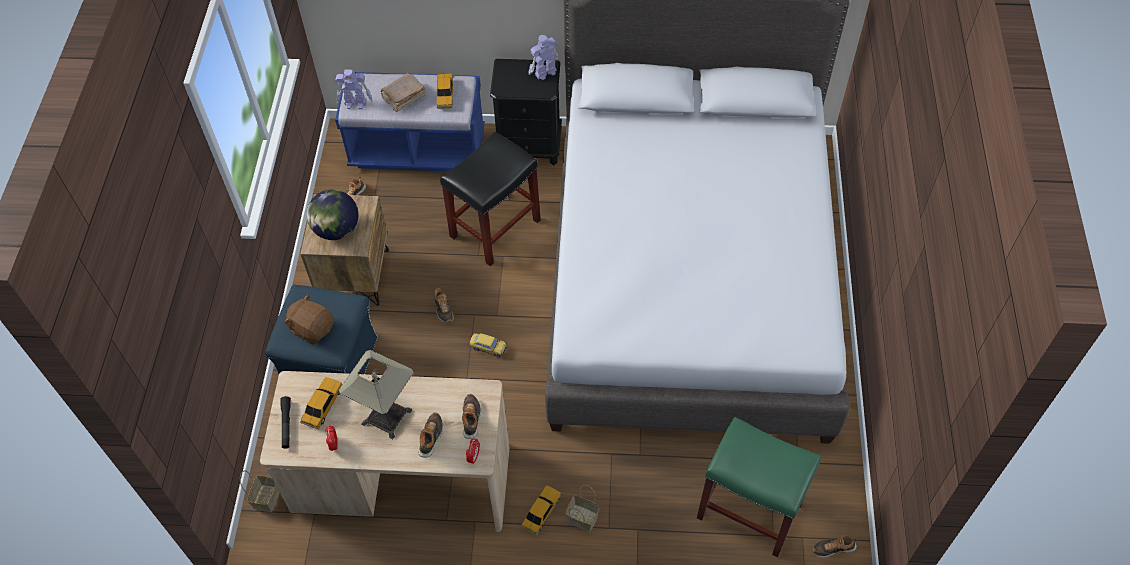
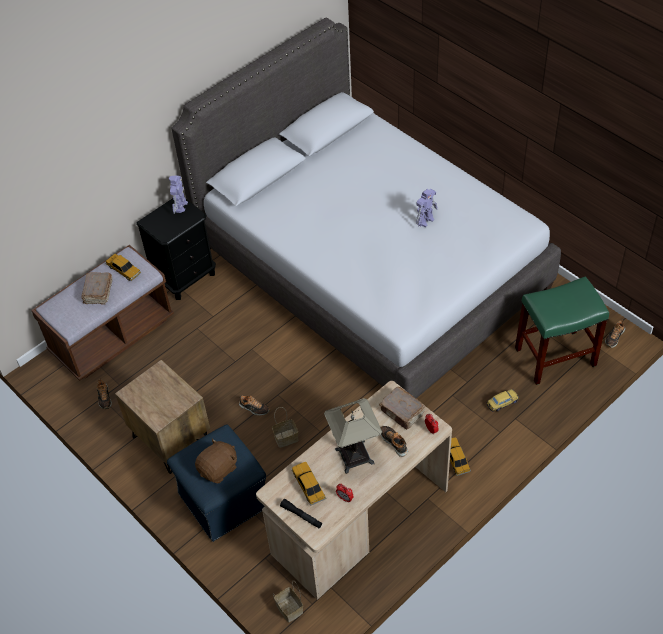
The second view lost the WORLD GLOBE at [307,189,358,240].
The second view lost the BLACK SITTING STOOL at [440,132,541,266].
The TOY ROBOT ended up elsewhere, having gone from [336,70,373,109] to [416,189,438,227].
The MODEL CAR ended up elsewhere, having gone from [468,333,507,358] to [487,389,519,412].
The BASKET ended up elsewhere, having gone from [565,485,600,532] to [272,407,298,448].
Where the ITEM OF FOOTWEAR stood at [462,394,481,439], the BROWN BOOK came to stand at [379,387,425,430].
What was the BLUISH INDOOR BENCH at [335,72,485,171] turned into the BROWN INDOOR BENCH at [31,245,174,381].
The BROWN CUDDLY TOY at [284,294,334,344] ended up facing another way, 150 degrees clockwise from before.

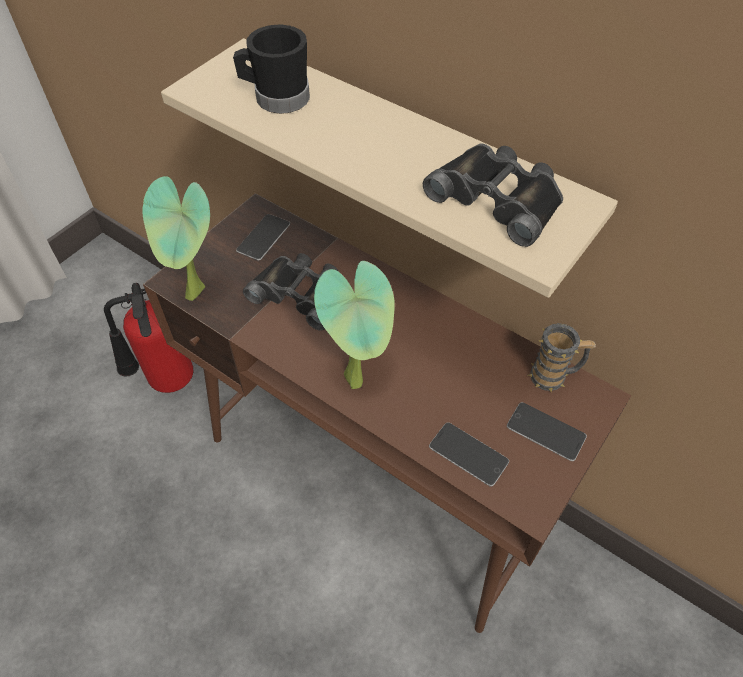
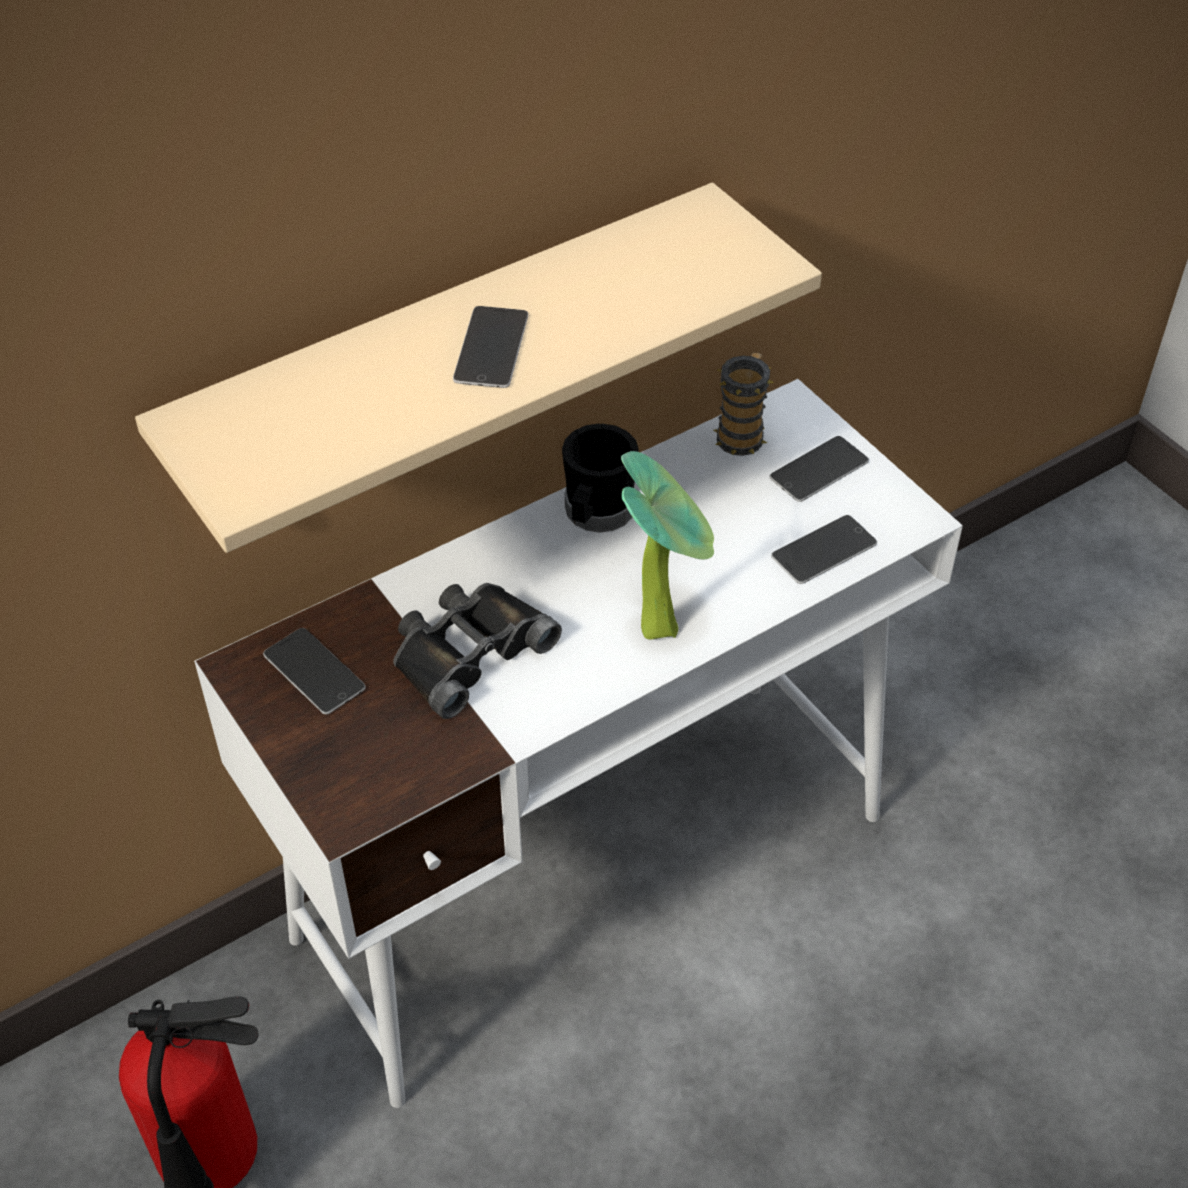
The second view lost the HOUSEPLANT at [142,176,210,301].
The second view lost the BLACK BINOCULARS at [423,143,563,247].
The second view gained the PHONE at [453,306,528,388].
The BLACK COFFEE MUG ended up elsewhere, having gone from [233,24,310,114] to [562,424,639,533].
What was the BROWN DESK at [143,193,632,633] turned into the WHITE DESK at [194,379,963,1108].

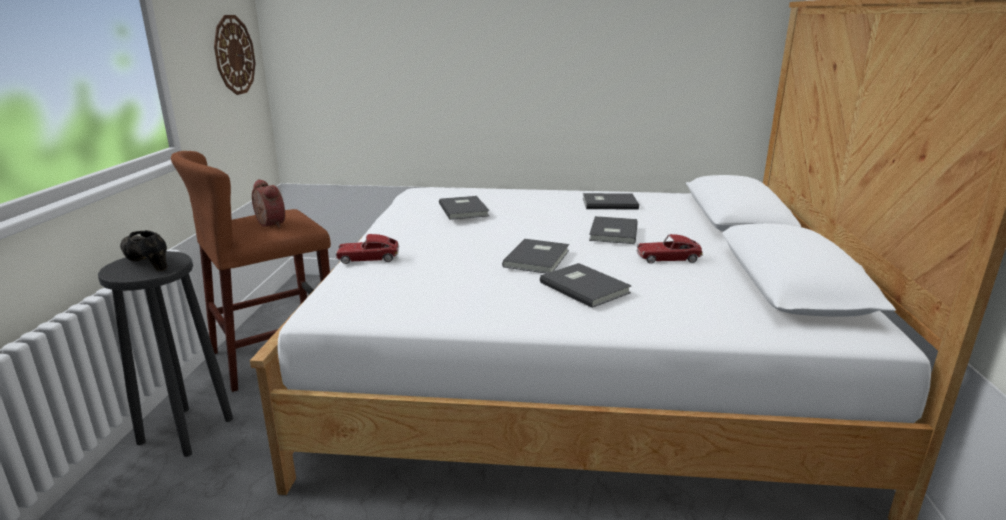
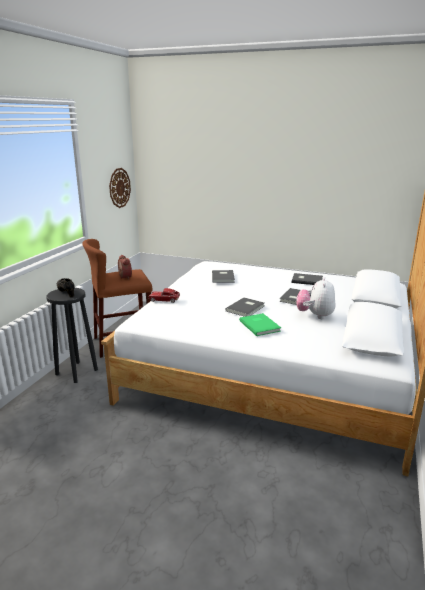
Where the MODEL CAR stood at [636,234,703,263], the CUDDLY TOY came to stand at [296,277,335,319].
What was the GREY BOOK at [540,263,632,308] turned into the GREEN BOOK at [239,313,281,336].

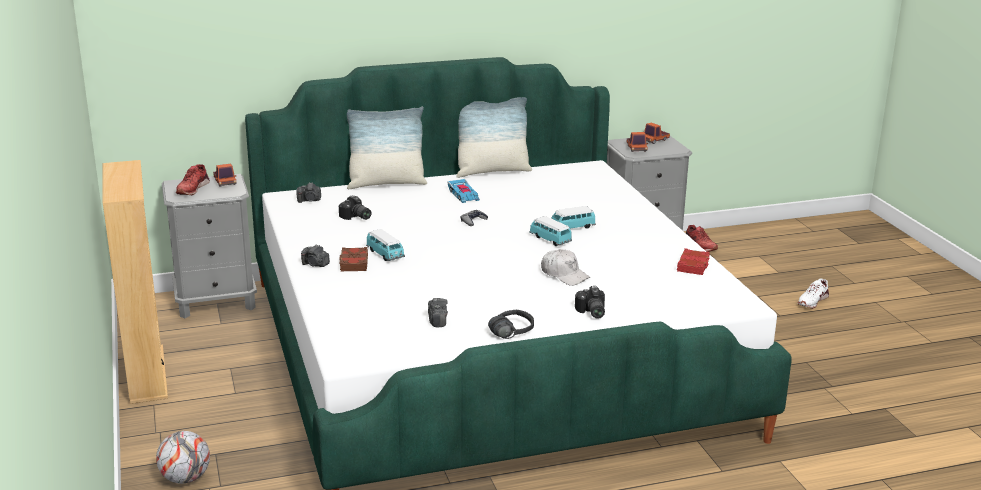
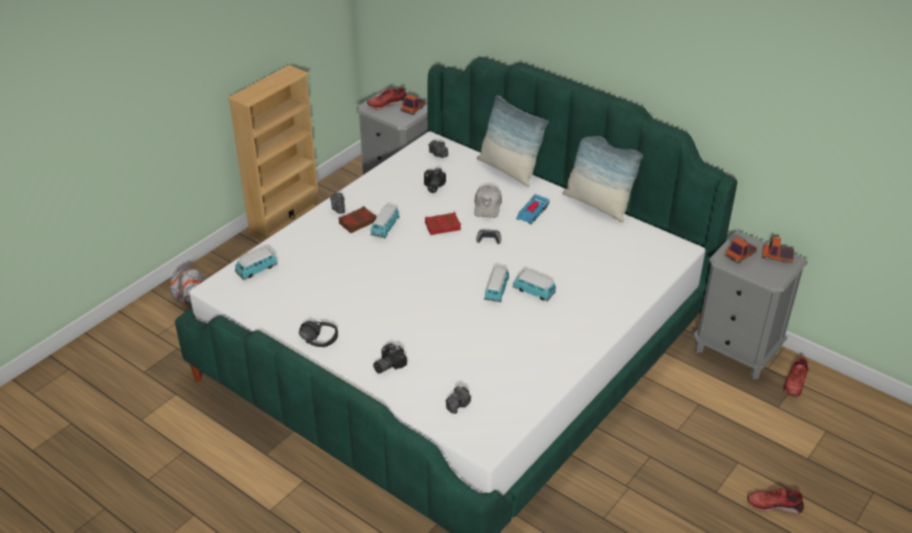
The second view gained the MODEL CAR at [235,248,278,280].
The PHOTO CAMERA ended up elsewhere, having gone from [428,298,448,327] to [446,386,471,414].
The WHITE PEAKED CAP ended up elsewhere, having gone from [541,249,590,286] to [474,185,502,218].
The RED-COLOURED BOOK ended up elsewhere, having gone from [677,248,710,275] to [425,212,461,235].
What was the WHITE ITEM OF FOOTWEAR at [798,279,829,309] turned into the RED-COLOURED ITEM OF FOOTWEAR at [747,488,804,514].

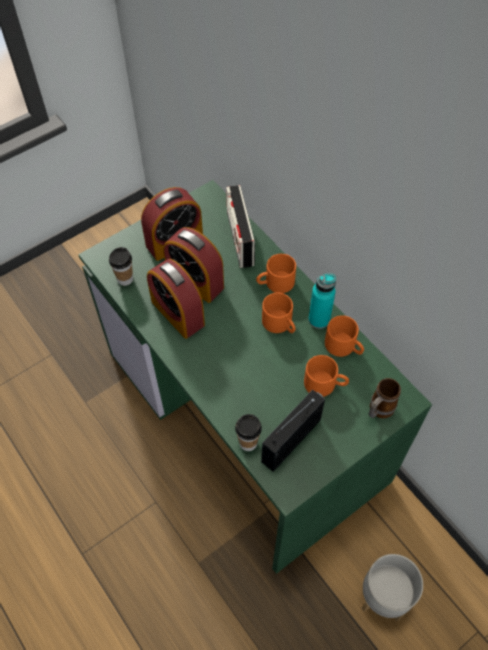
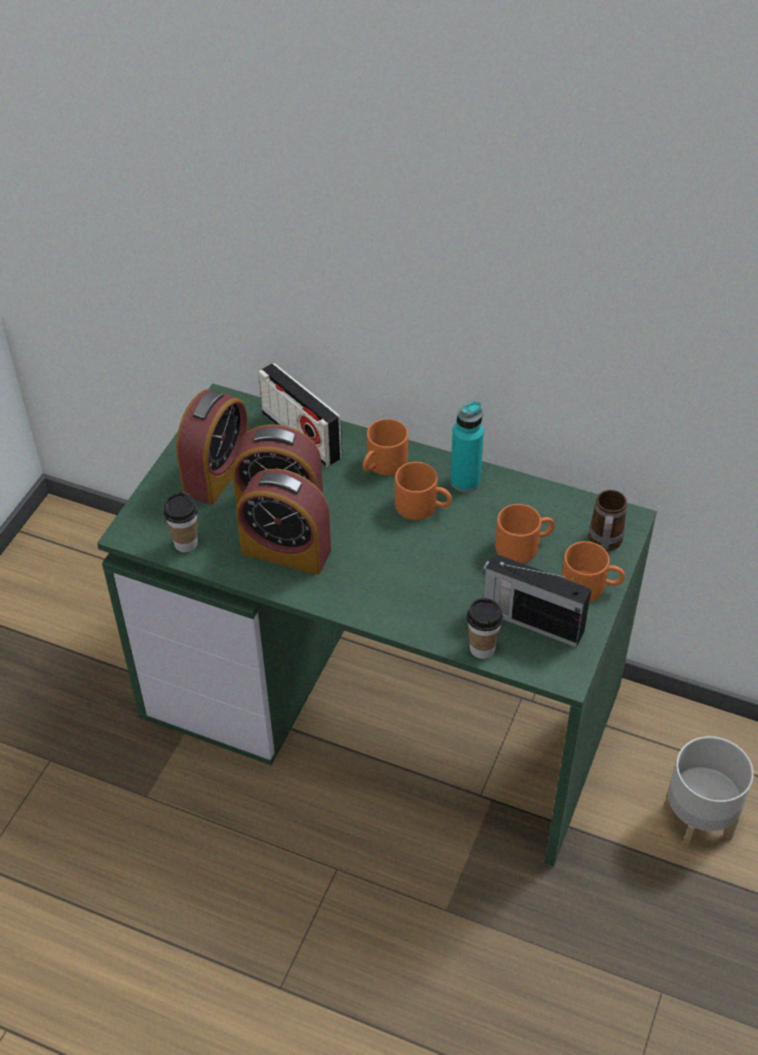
The ORANGE COFFEE MUG ended up elsewhere, having gone from [325,316,364,357] to [561,541,625,602].
The RADIO RECEIVER at [261,390,325,472] ended up facing another way, 75 degrees counterclockwise from before.

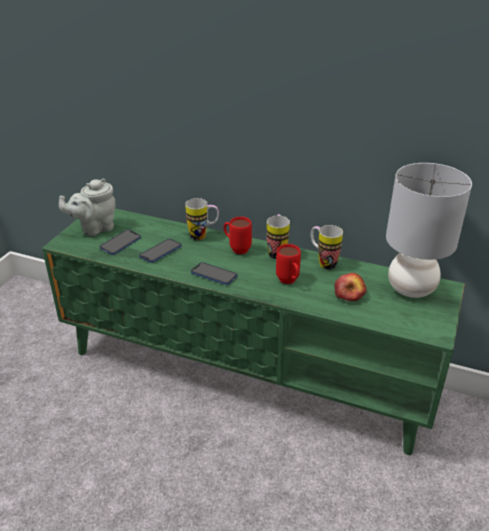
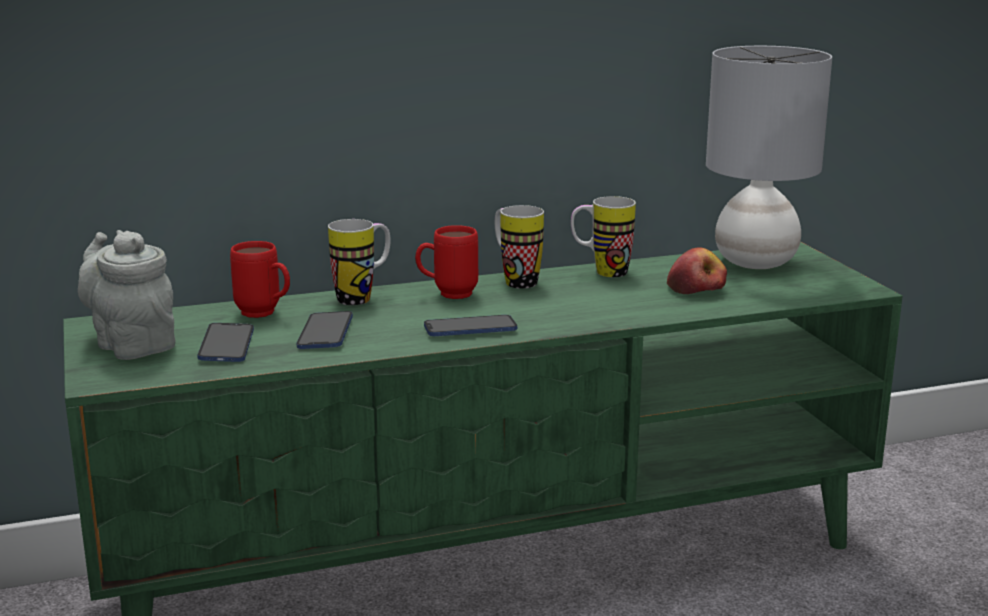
The RED-COLOURED COFFEE MUG ended up elsewhere, having gone from [276,244,301,284] to [230,241,290,318].
The GREY TEA POT at [59,178,115,236] ended up facing another way, 120 degrees clockwise from before.

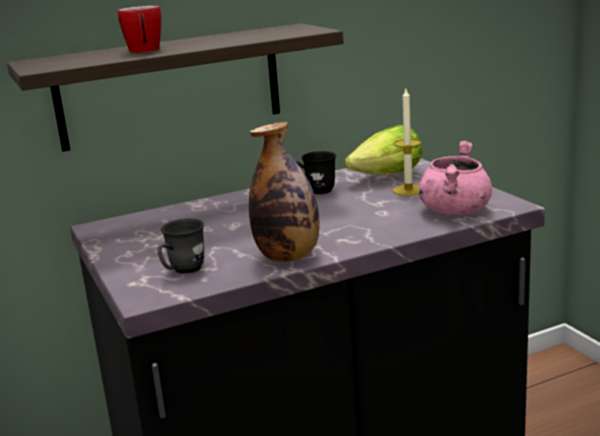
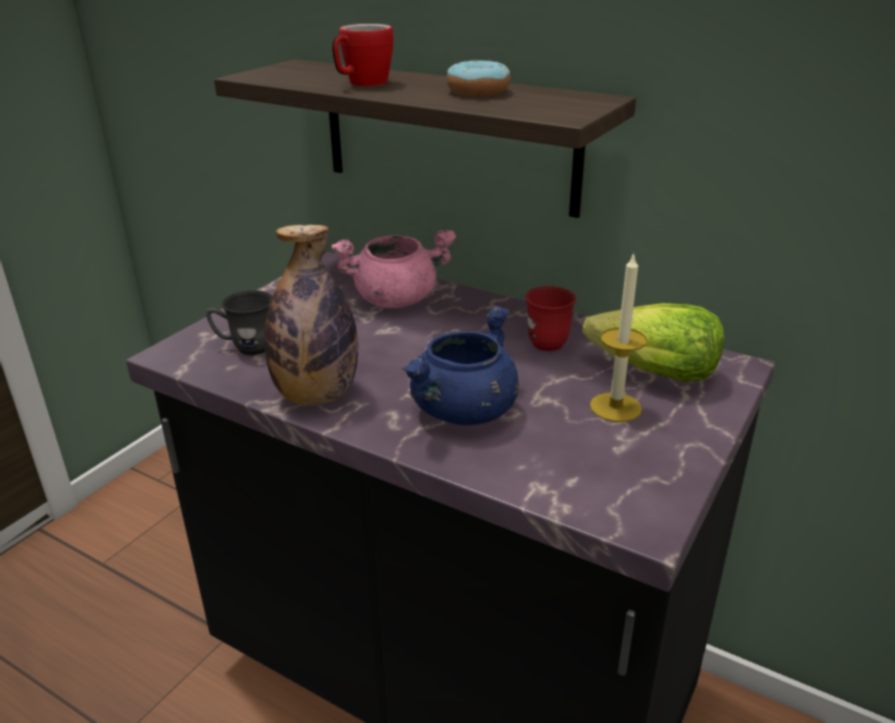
The second view gained the BLUISH STOCKPOT at [402,305,519,425].
The second view gained the DOUGHNUT at [446,60,511,97].
The PINKISH STOCKPOT ended up elsewhere, having gone from [419,141,492,215] to [332,230,456,308].
What was the BLACK COFFEE MUG at [295,151,336,194] turned into the RED-COLOURED COFFEE MUG at [525,286,576,351].

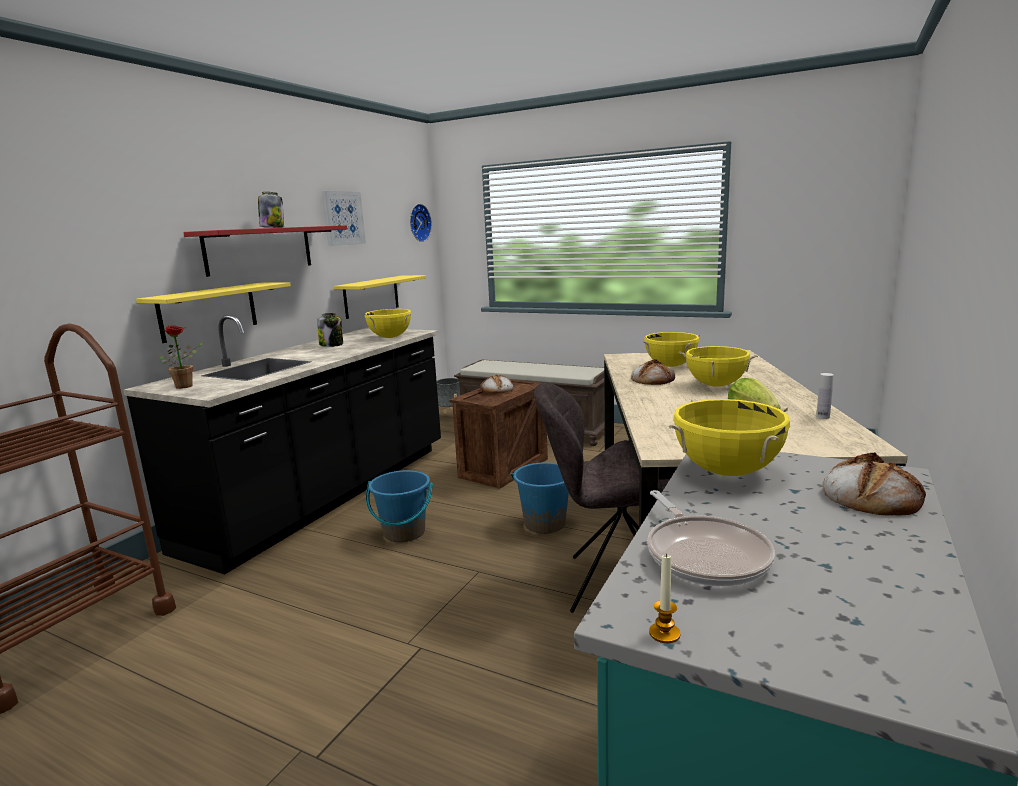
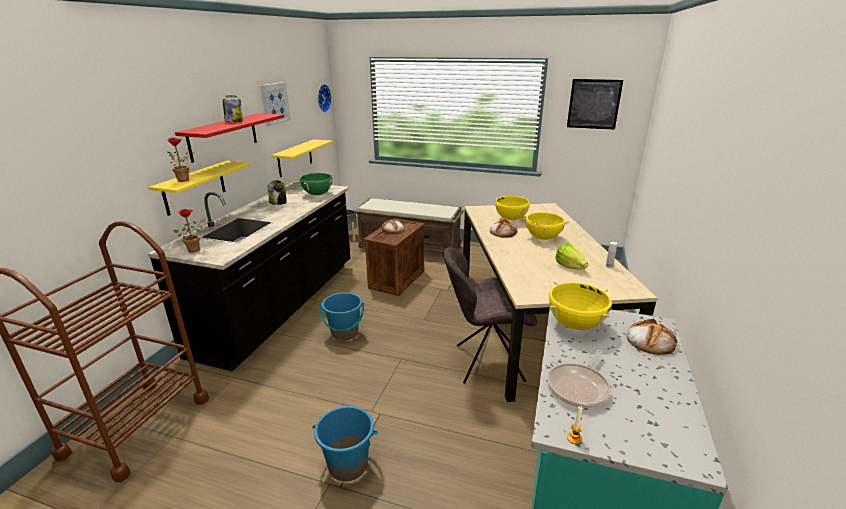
The second view gained the HOUSEPLANT at [167,138,196,182].
The second view gained the WALL PICTURE at [567,79,623,130].
The BLUISH WATER BUCKET ended up elsewhere, having gone from [511,462,569,534] to [312,406,378,482].
What was the YELLOWISH STOCKPOT at [365,309,411,338] turned into the GREEN STOCKPOT at [299,173,333,195].
The PAN at [647,490,775,586] ended up facing another way, 60 degrees clockwise from before.

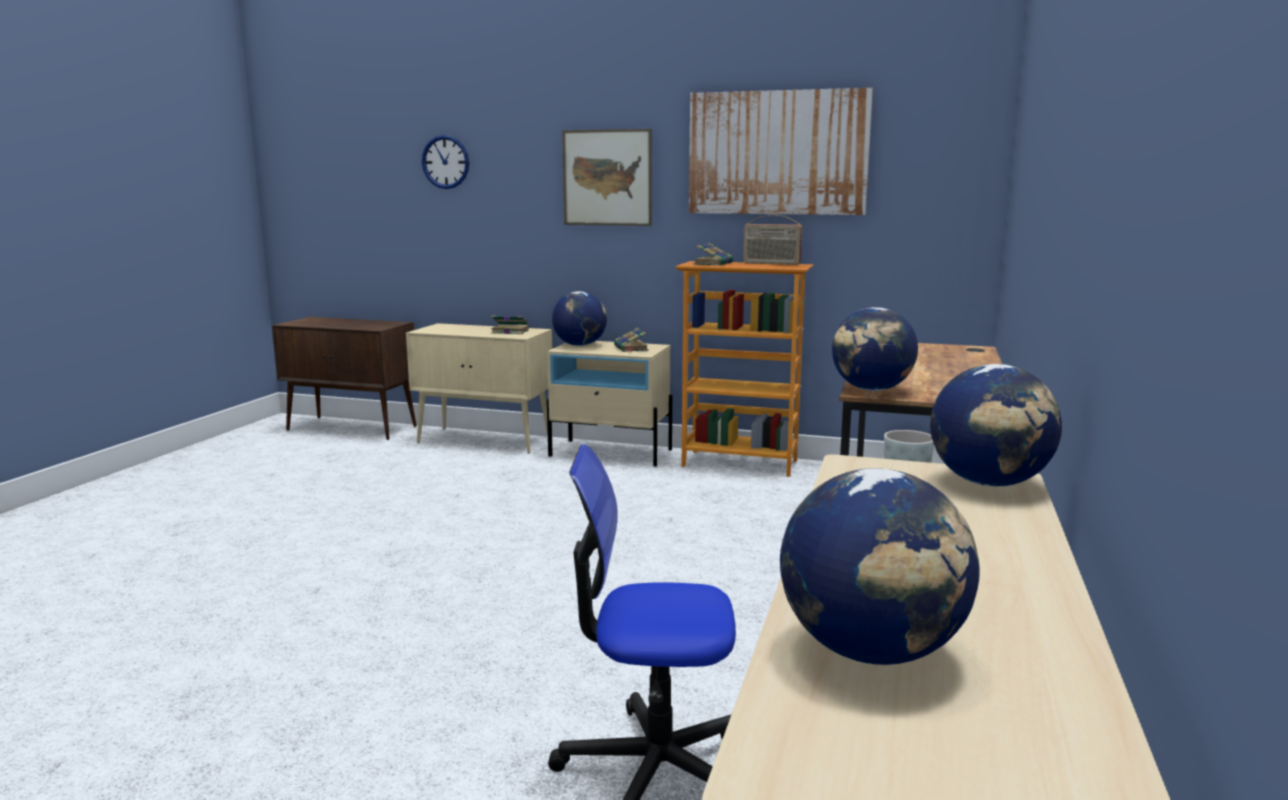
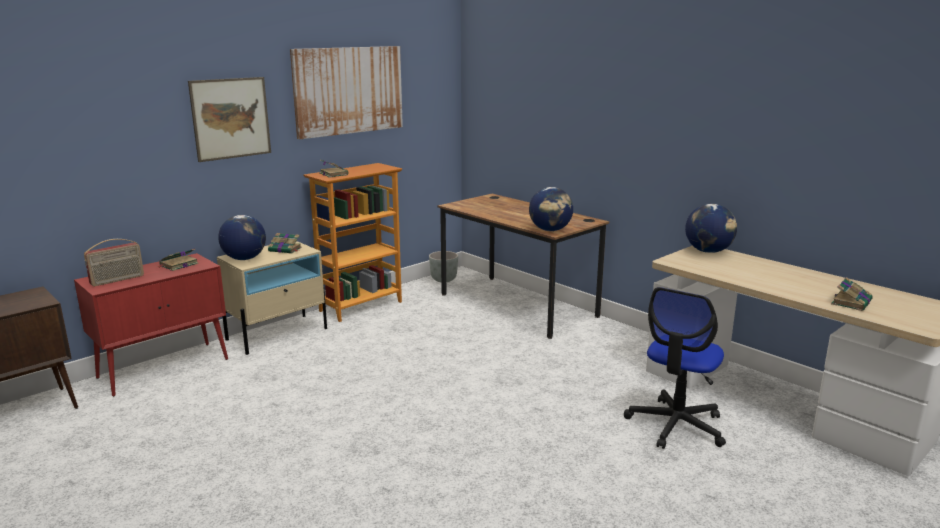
The second view lost the CLOCK ON THE WALL at [422,135,469,189].
The RADIO RECEIVER ended up elsewhere, having gone from [743,215,802,265] to [84,239,144,286].
Where the WORLD GLOBE stood at [780,468,980,665], the BOOK came to stand at [831,277,873,311].
What was the SAND-COLOURED CABINET at [406,323,552,453] turned into the RED-COLOURED CABINET at [74,253,228,397].

